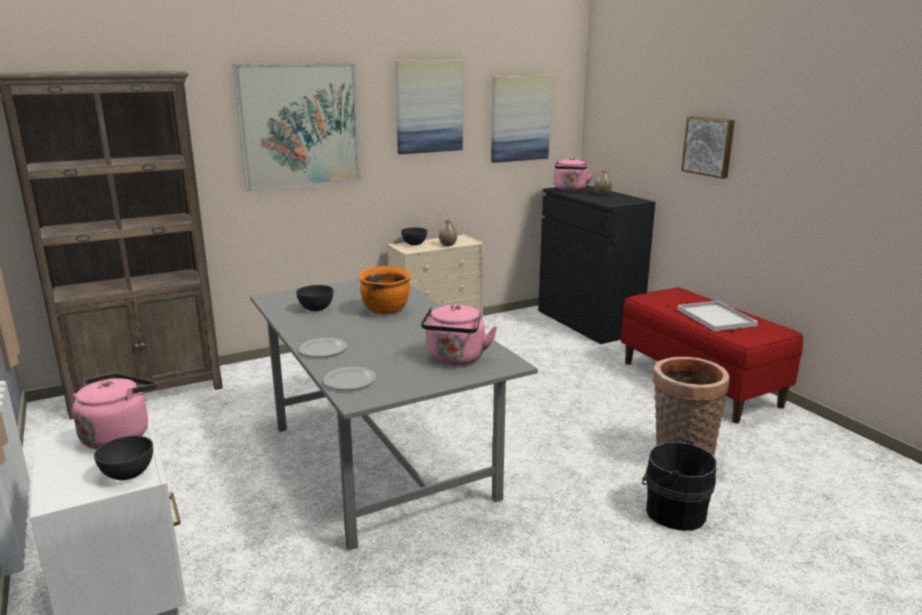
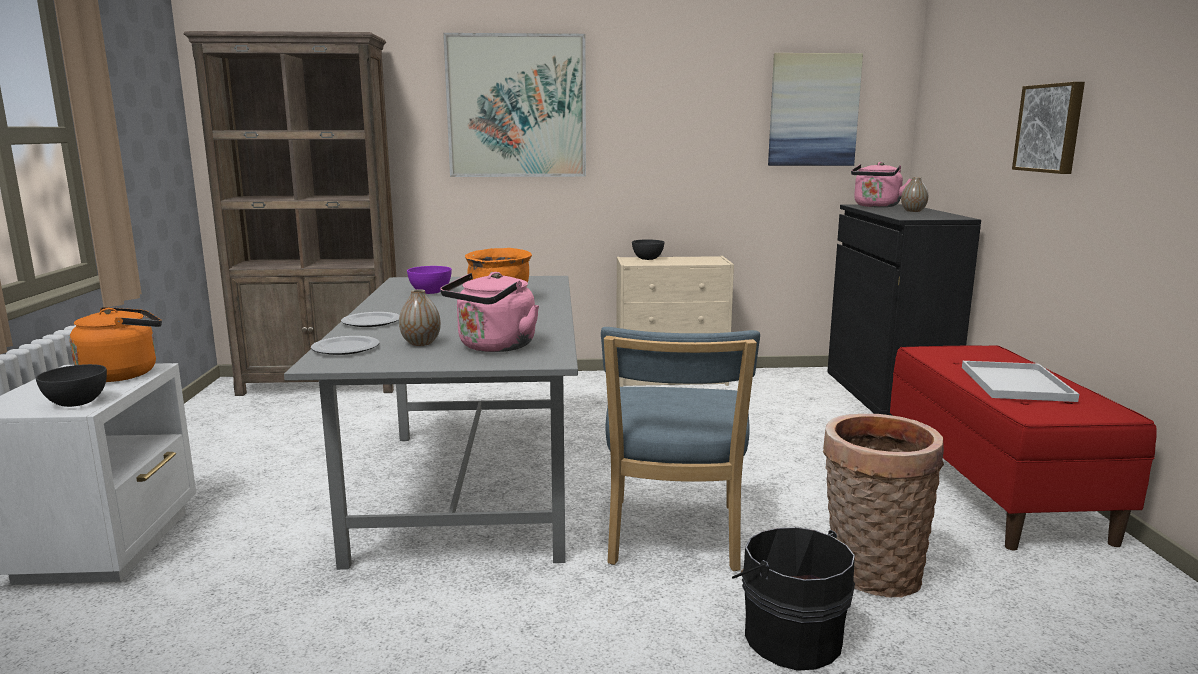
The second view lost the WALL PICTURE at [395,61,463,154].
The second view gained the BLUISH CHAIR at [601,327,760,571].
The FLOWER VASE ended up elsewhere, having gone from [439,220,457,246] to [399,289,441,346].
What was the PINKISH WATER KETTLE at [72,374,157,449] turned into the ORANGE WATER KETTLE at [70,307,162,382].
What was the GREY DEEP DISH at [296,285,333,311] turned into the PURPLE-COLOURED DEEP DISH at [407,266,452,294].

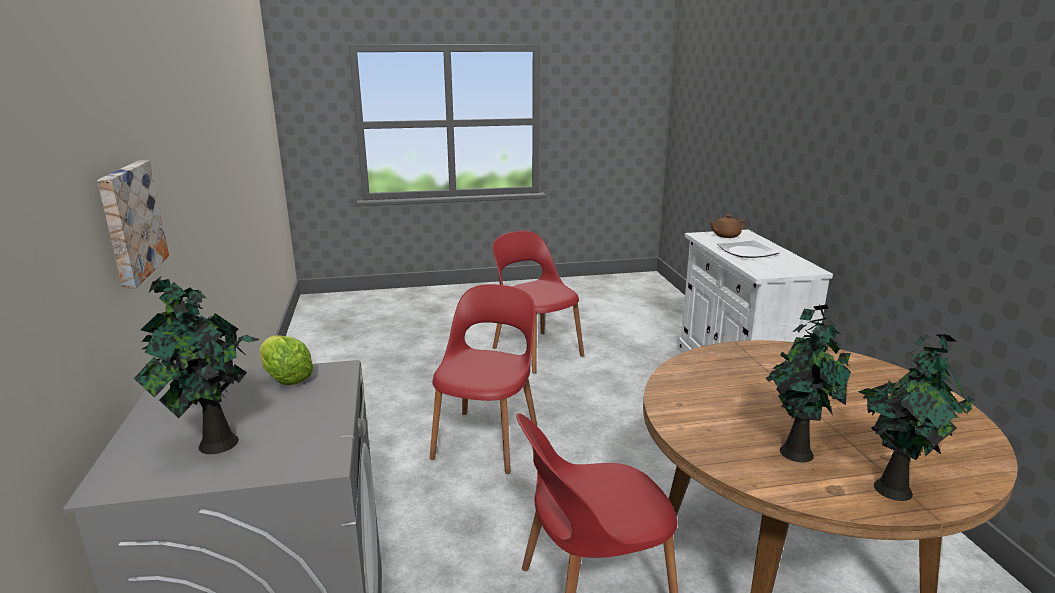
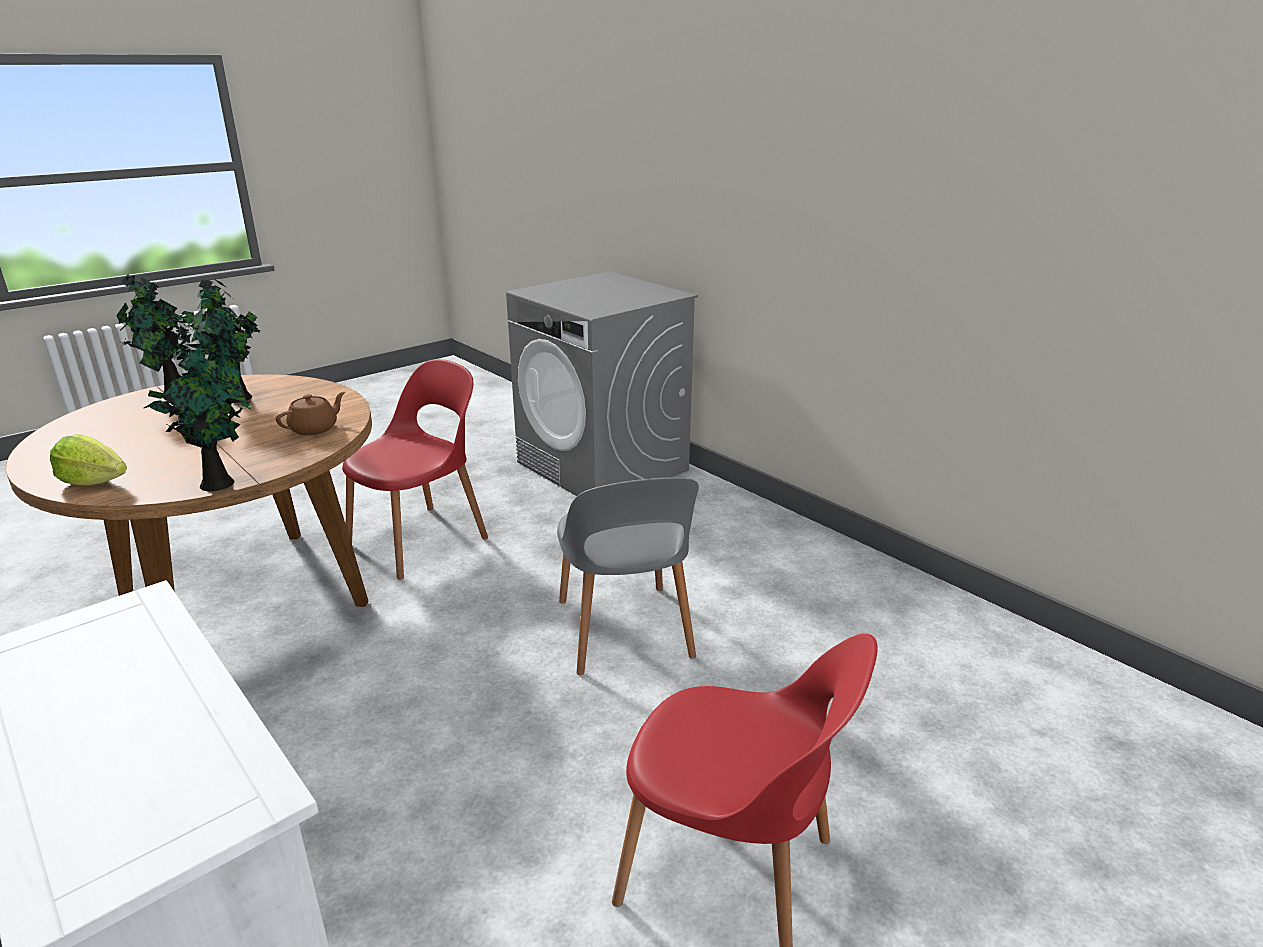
The second view lost the WALL PICTURE at [97,160,169,289].
The second view lost the DINNER PLATE at [717,240,780,258].
The HOUSEPLANT ended up elsewhere, having gone from [134,276,259,454] to [144,331,253,491].
The LETTUCE HEAD ended up elsewhere, having gone from [259,335,314,385] to [50,434,127,486].
The BROWN TEA POT ended up elsewhere, having gone from [708,215,746,238] to [276,392,345,436].
What was the RED-COLOURED CHAIR at [430,284,537,474] turned into the GREY CHAIR at [557,477,699,675].

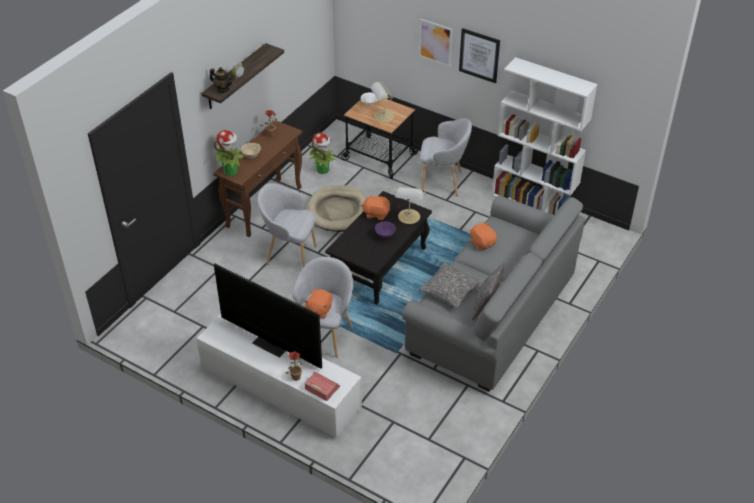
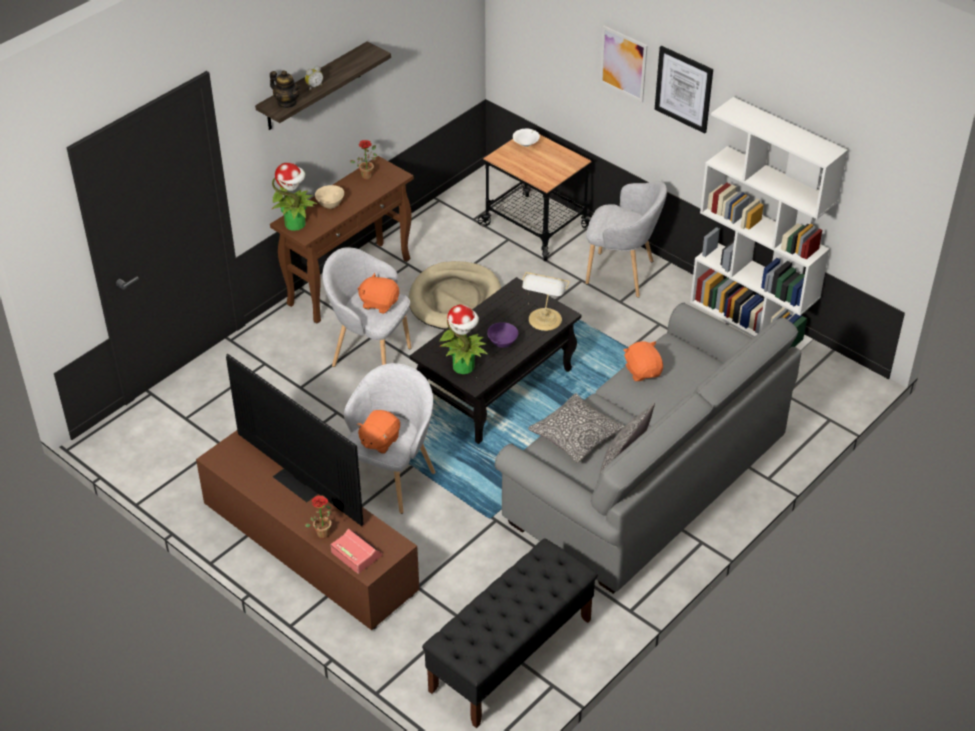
The second view lost the TABLETOP LAMP at [370,82,394,123].
The second view gained the BLACK INDOOR BENCH at [422,538,598,728].
The HOUSEPLANT ended up elsewhere, having gone from [309,132,336,174] to [439,304,487,374].
The ORANGE CUDDLY TOY ended up elsewhere, having gone from [361,194,390,220] to [358,273,399,314].
What was the WHITE TV STAND at [196,314,362,438] turned into the BROWN TV STAND at [196,430,419,630].

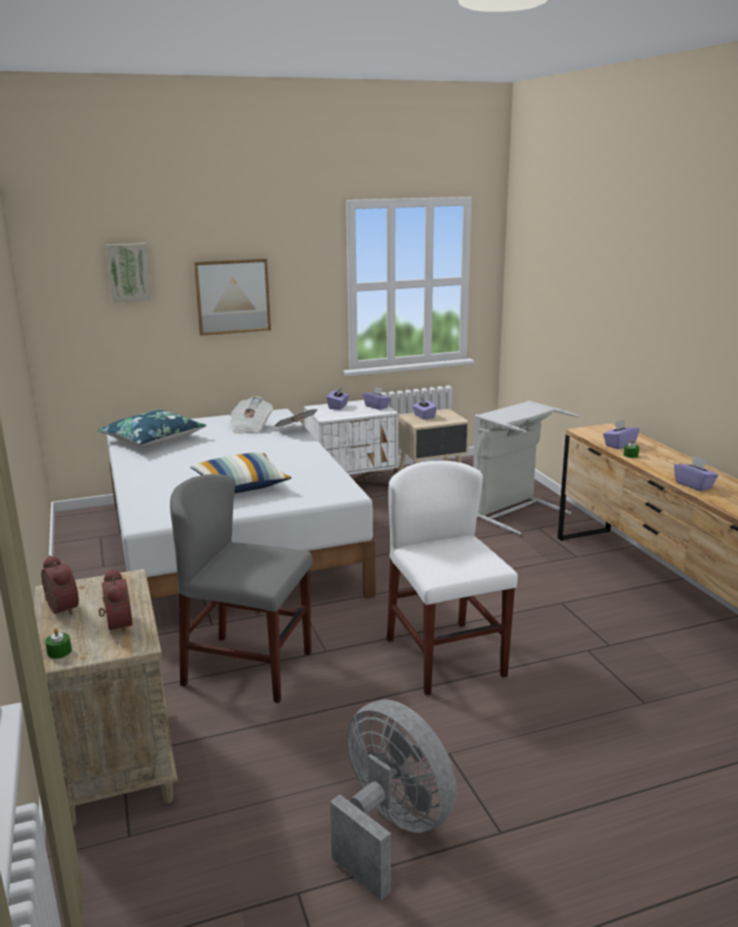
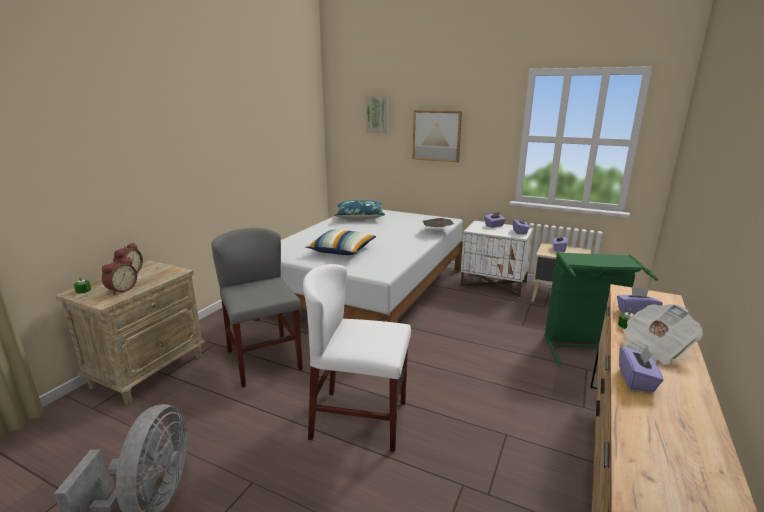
The PRINTED PAPER ended up elsewhere, having gone from [230,396,273,434] to [622,304,703,364].
What was the GREY HAMPER at [473,400,579,535] turned into the GREEN HAMPER at [544,252,658,366].
The WHITE CHAIR at [387,460,518,695] ended up facing another way, 105 degrees counterclockwise from before.

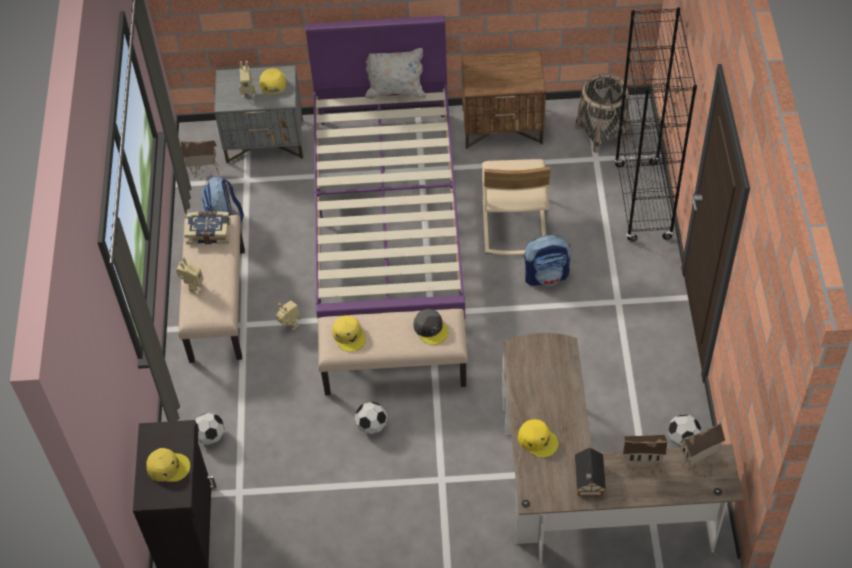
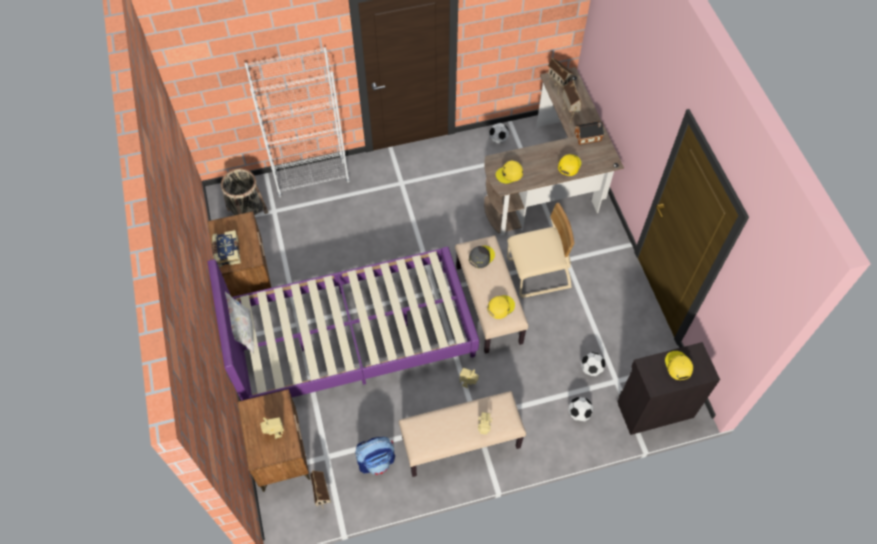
The second view lost the KNAPSACK at [524,235,571,286].
The BOOK ended up elsewhere, having gone from [184,211,231,245] to [212,230,241,267].
The YELLOWISH PEAKED CAP ended up elsewhere, having gone from [259,68,286,95] to [496,161,523,184].
The BALL FOR FOOTBALL ended up elsewhere, having gone from [355,401,387,434] to [581,352,606,376].
The SAND-COLOURED CHAIR ended up elsewhere, having gone from [482,159,551,255] to [507,203,574,298].
What was the GREY NIGHTSTAND at [214,65,303,164] turned into the BROWN NIGHTSTAND at [237,389,310,492].
What was the BLACK BOOKCASE at [614,7,697,242] turned into the WHITE BOOKCASE at [245,47,350,198].

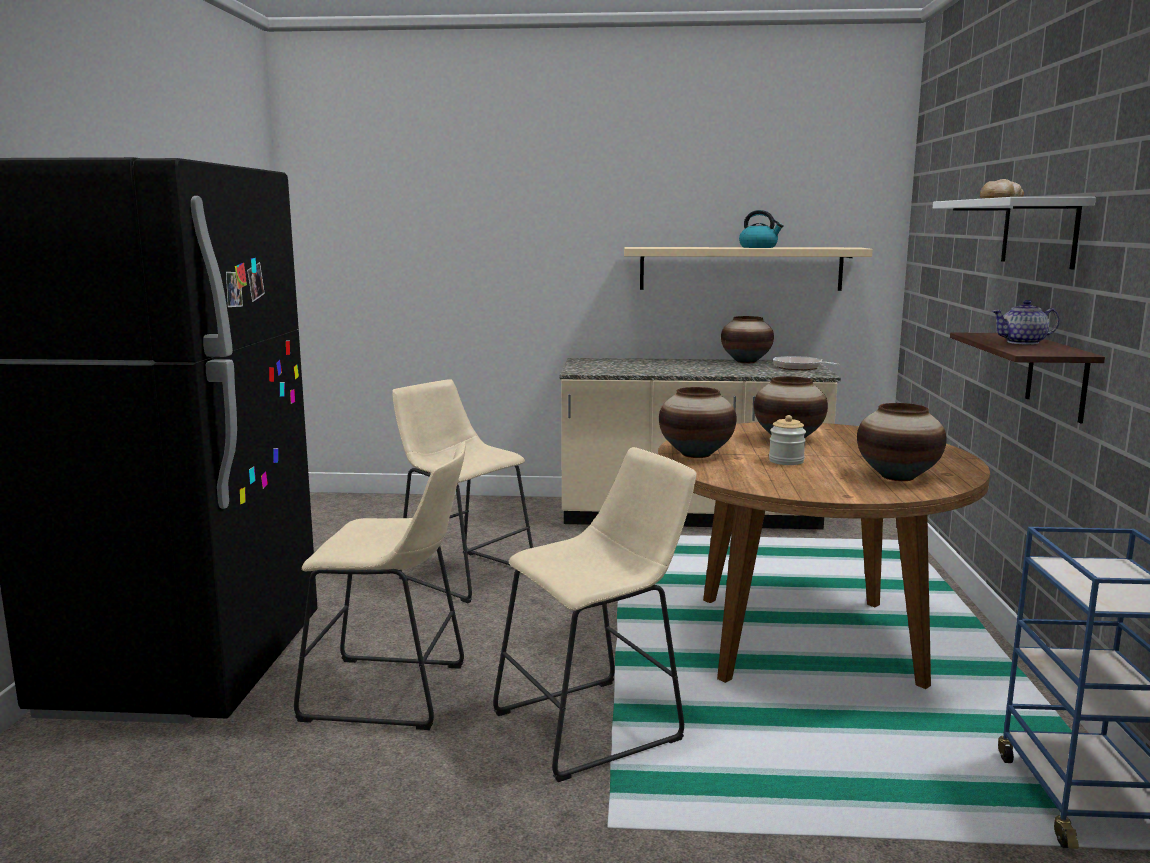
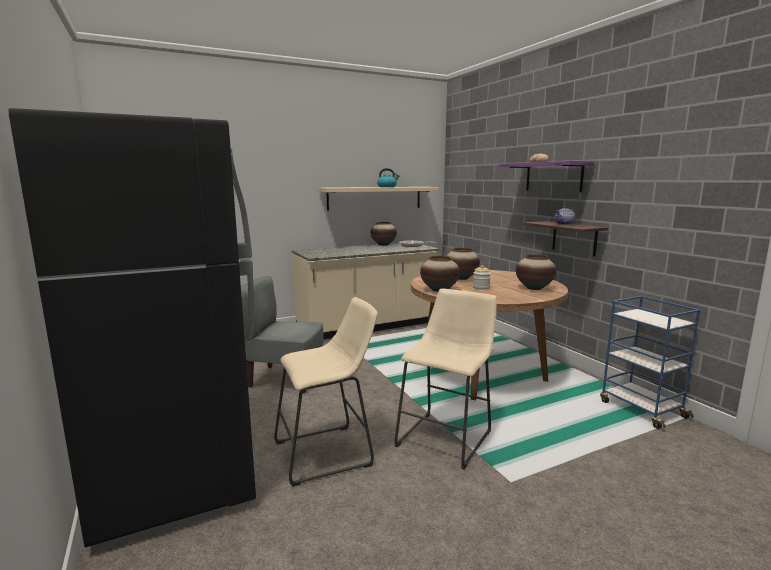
Where the SAND-COLOURED SITTING STOOL stood at [392,379,533,603], the GREY CHAIR came to stand at [241,276,324,393].
What was the WHITE WALL SHELF at [933,197,1096,269] turned into the PURPLE-COLOURED WALL SHELF at [499,161,594,192].

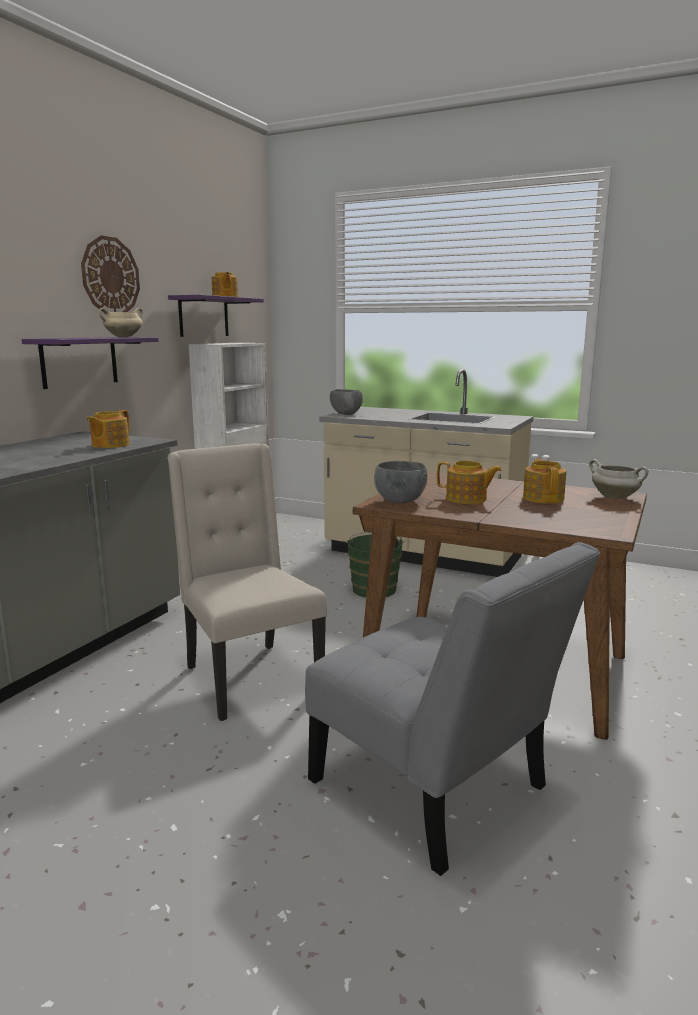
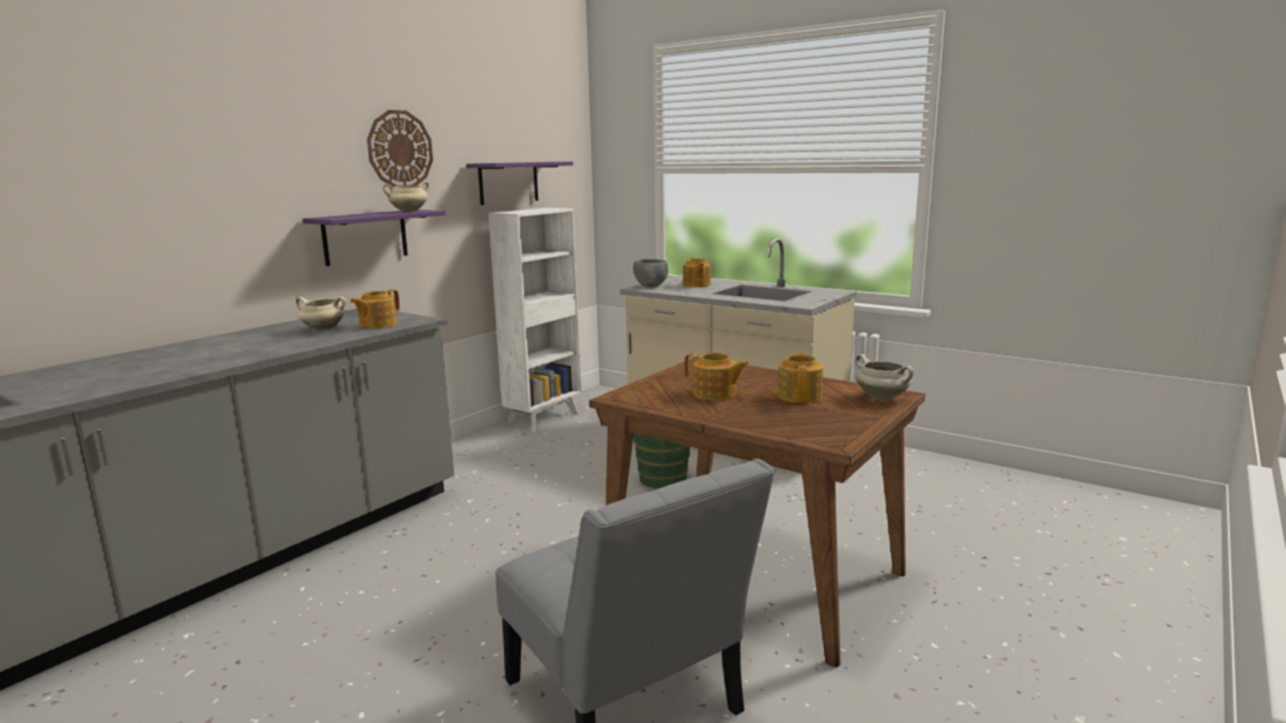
The second view lost the SAND-COLOURED CHAIR at [167,444,327,721].
The second view lost the GREY DEEP DISH at [374,461,427,504].
The second view gained the SAND-COLOURED STOCKPOT at [296,297,346,331].
The TEA POT ended up elsewhere, having gone from [212,272,238,297] to [683,258,711,287].

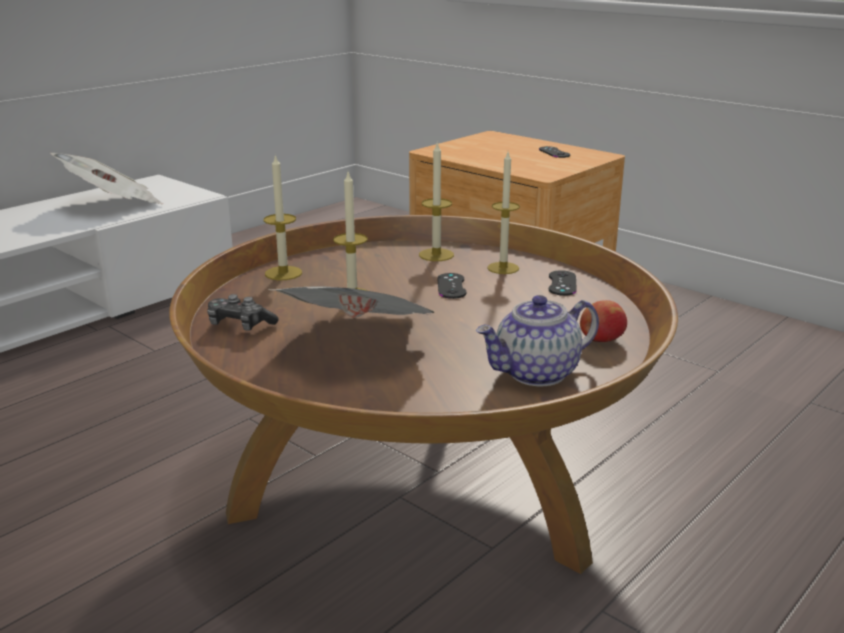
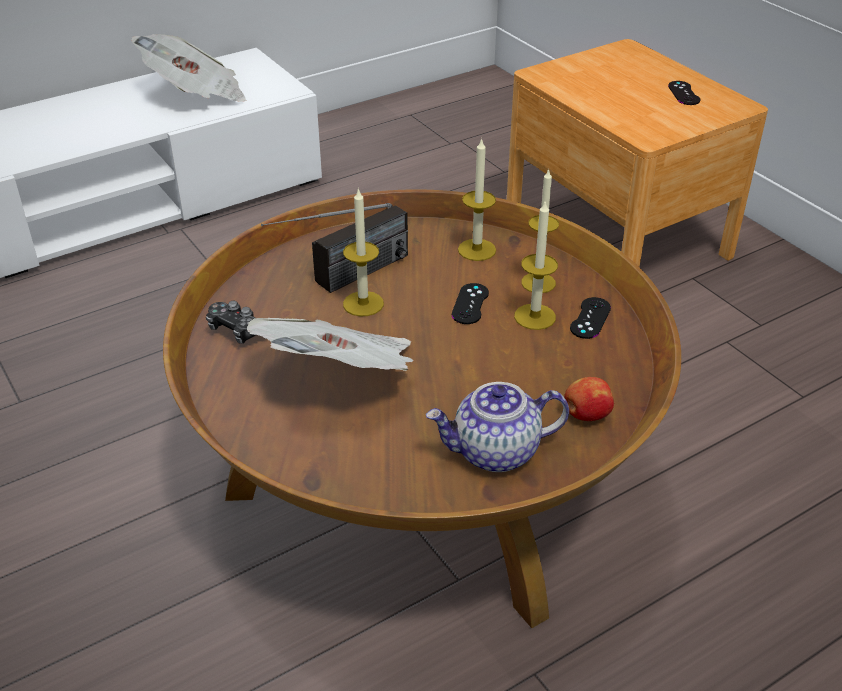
The second view gained the RADIO RECEIVER at [261,203,408,293].
The WAX CANDLE ended up elsewhere, having gone from [264,154,302,280] to [514,200,558,330].

